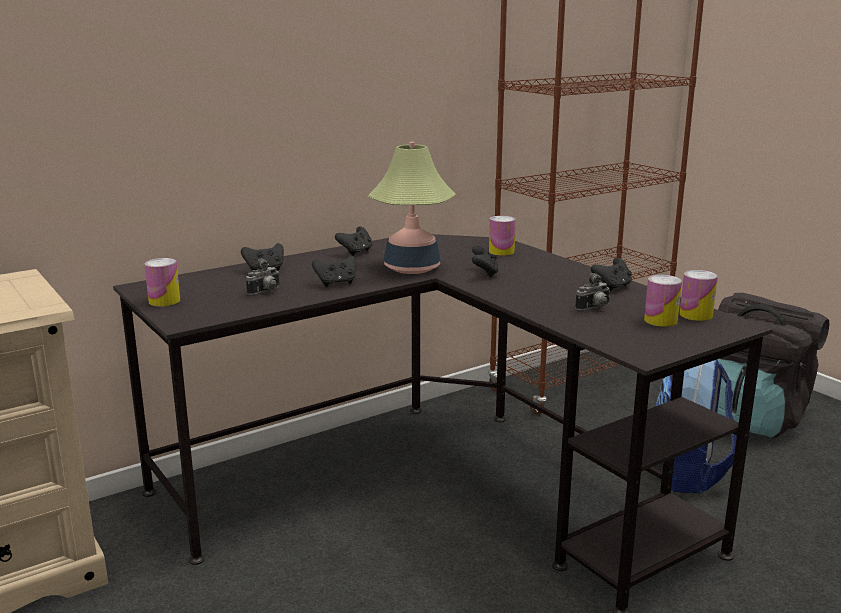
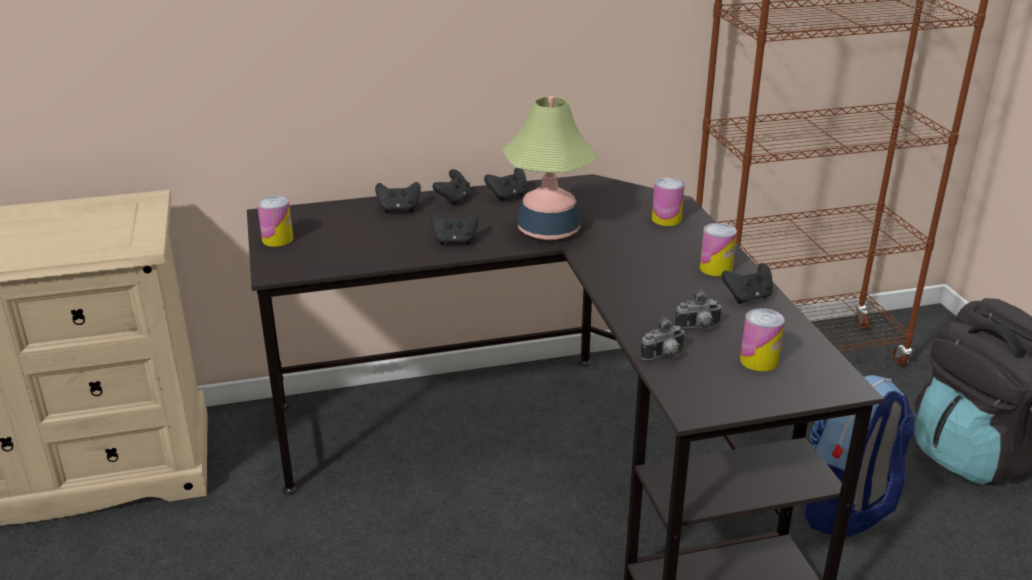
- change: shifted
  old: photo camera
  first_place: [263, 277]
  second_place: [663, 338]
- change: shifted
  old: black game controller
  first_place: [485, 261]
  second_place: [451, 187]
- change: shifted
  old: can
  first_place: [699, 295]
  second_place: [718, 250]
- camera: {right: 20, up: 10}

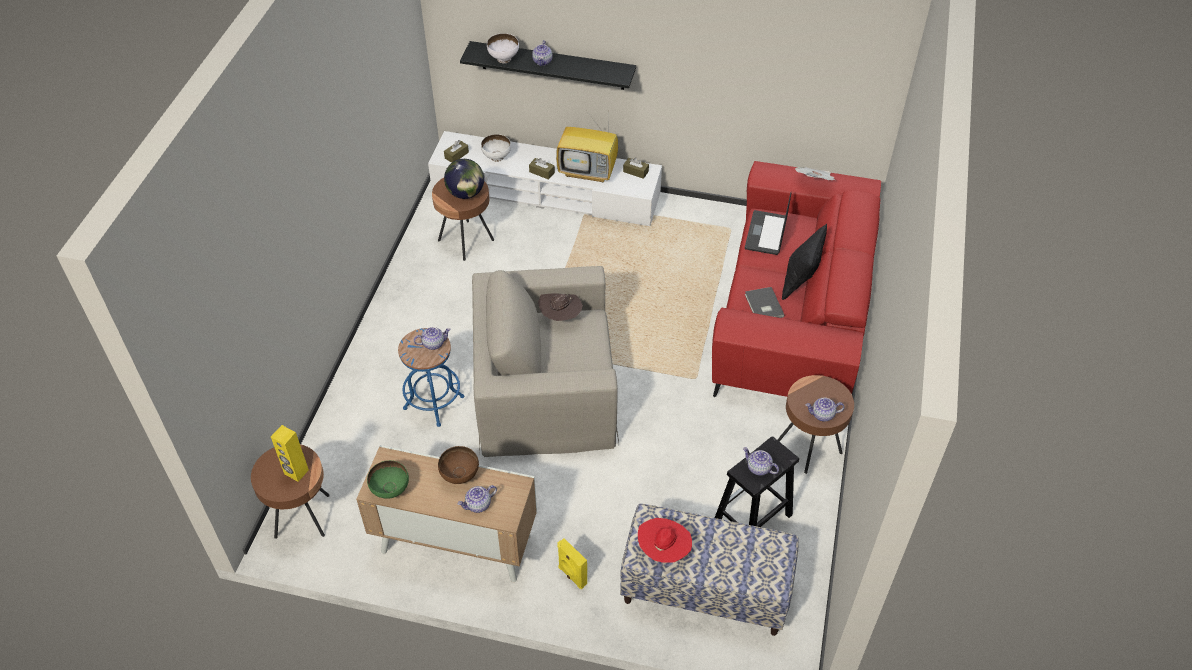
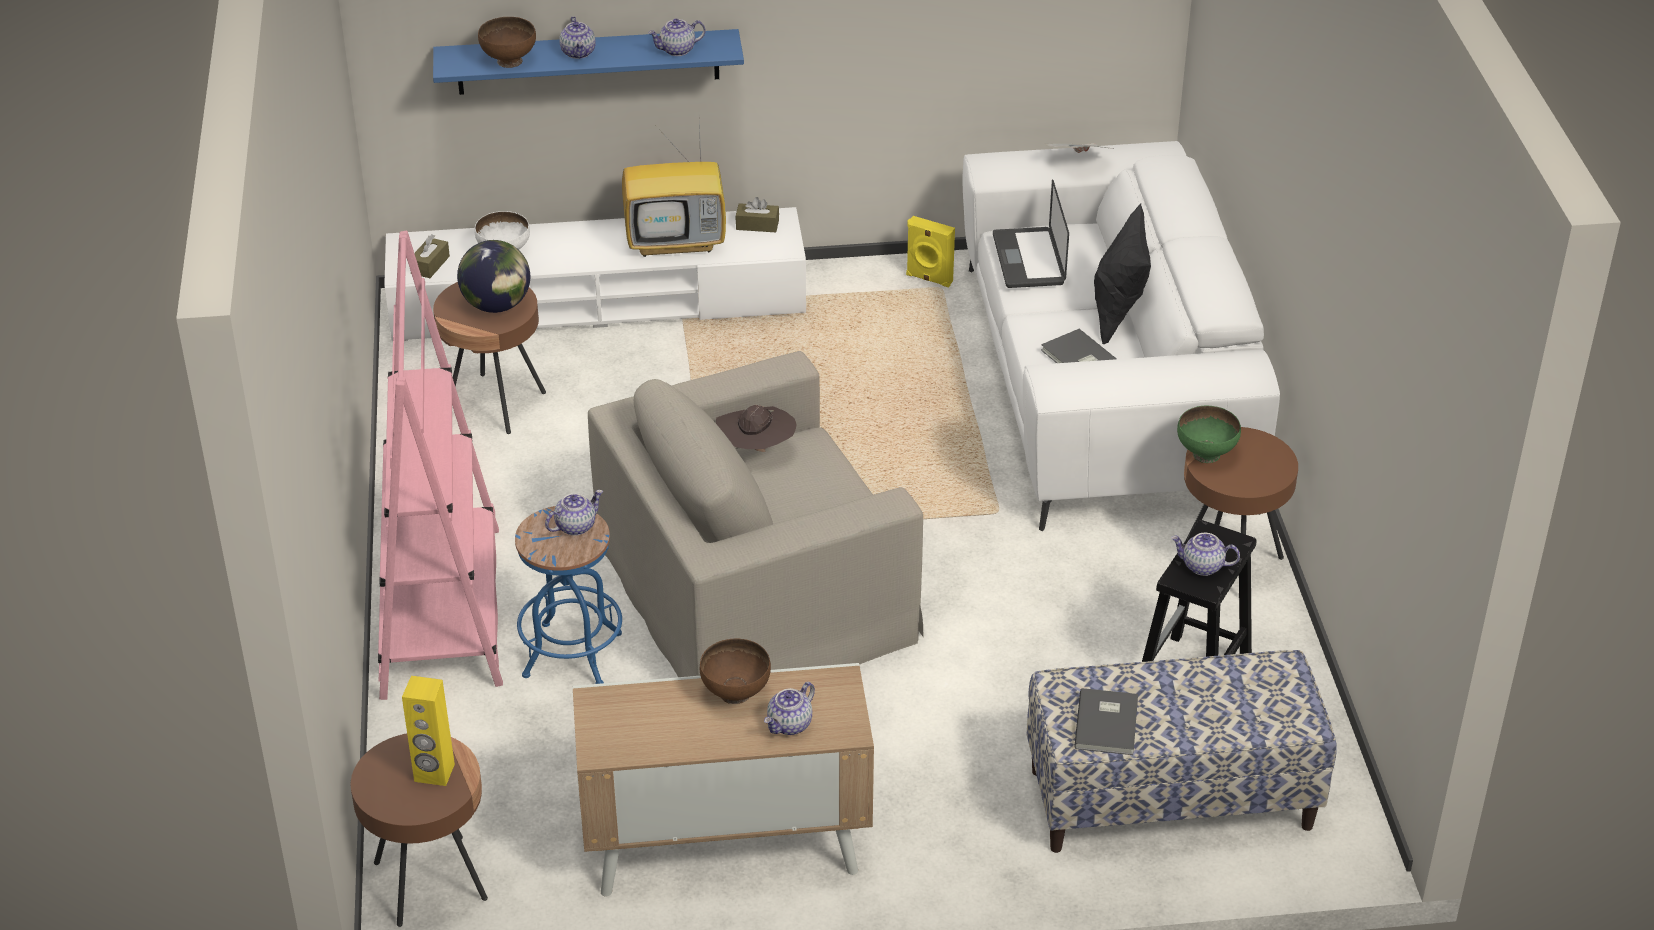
- change: gone
  old: brown tissue box
  first_place: [542, 169]
- change: new
  new: pink bookcase
  second_place: [440, 465]
- change: shifted
  old: green bowl
  first_place: [388, 479]
  second_place: [1209, 434]
- change: shifted
  old: yellow speaker
  first_place: [572, 563]
  second_place: [930, 251]
- change: shifted
  old: teapot
  first_place: [825, 410]
  second_place: [676, 37]
- change: swapped
  old: red hat
  new: grey book
  first_place: [665, 540]
  second_place: [1106, 721]
- change: repainted
  old: black shelf
  new: blue shelf
  first_place: [548, 65]
  second_place: [588, 62]
- change: repainted
  old: white bowl
  new: brown bowl
  first_place: [503, 48]
  second_place: [507, 42]
- change: repainted
  old: red sofa
  new: white sofa
  first_place: [796, 279]
  second_place: [1121, 336]
- camera: {right: -20, up: -10}

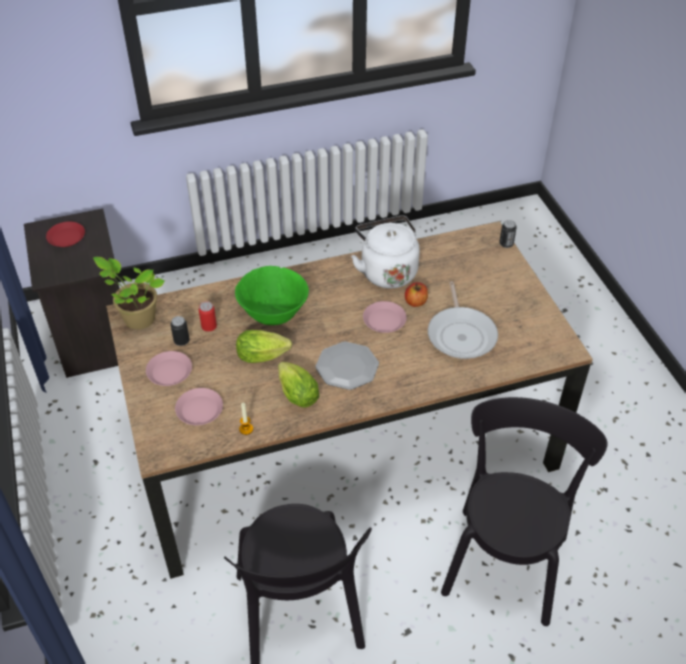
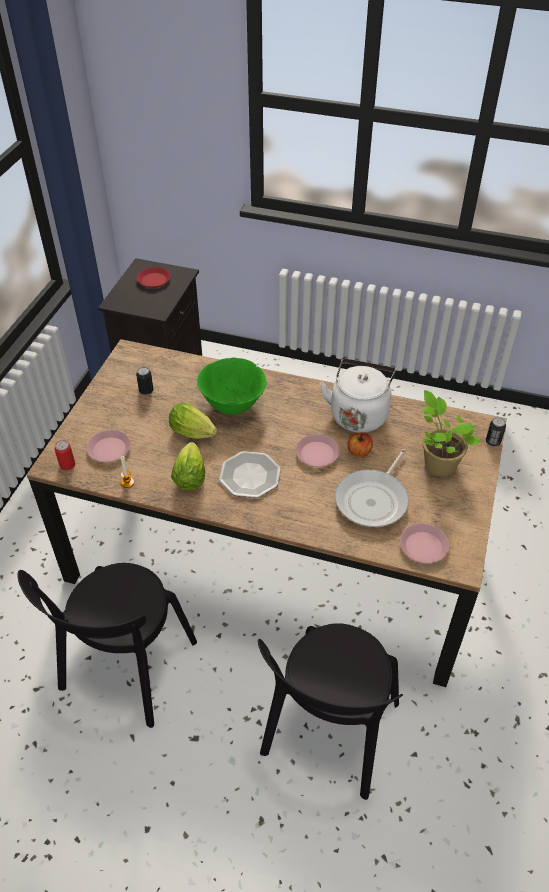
- change: shifted
  old: potted plant
  first_place: [129, 293]
  second_place: [452, 433]
- change: shifted
  old: pink plate
  first_place: [169, 368]
  second_place: [424, 543]
- change: shifted
  old: can
  first_place: [208, 316]
  second_place: [65, 455]
- change: rotated
  old: black chair
  first_place: [524, 511]
  second_place: [330, 711]
  degrees: 150
- camera: {right: 35, up: 0}

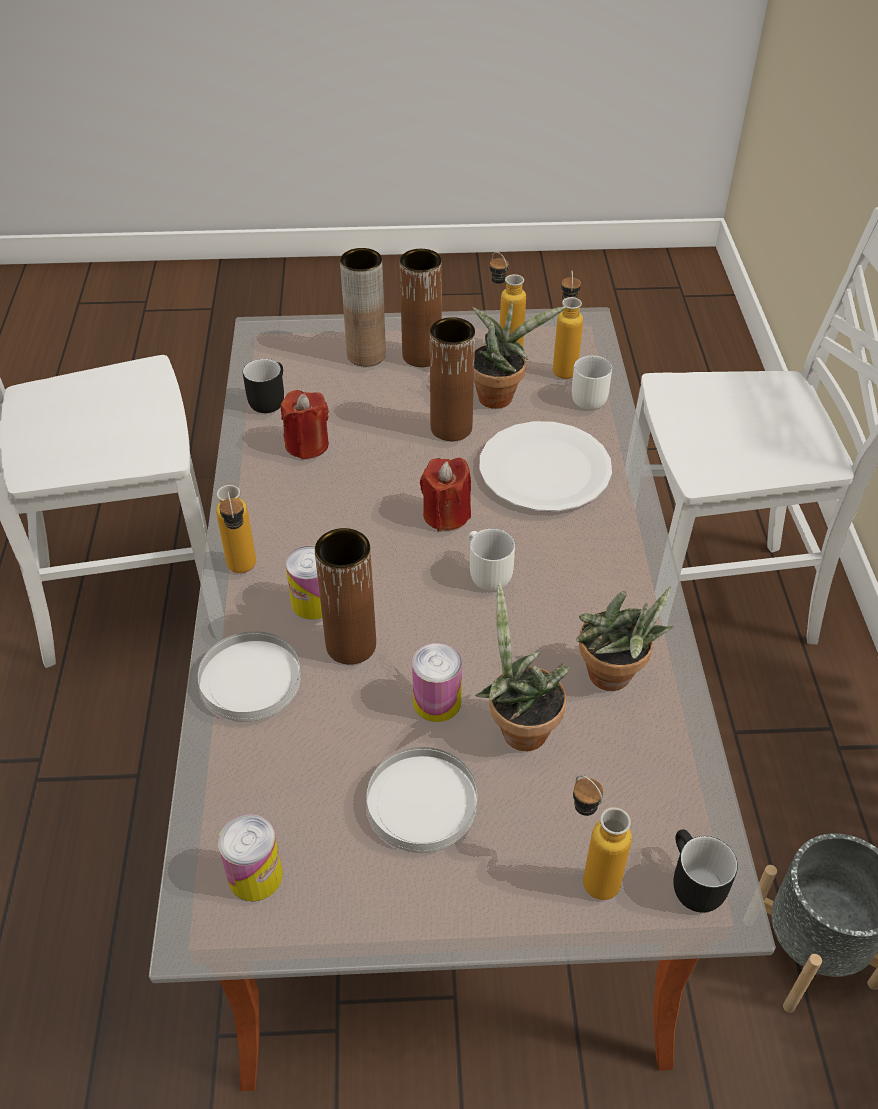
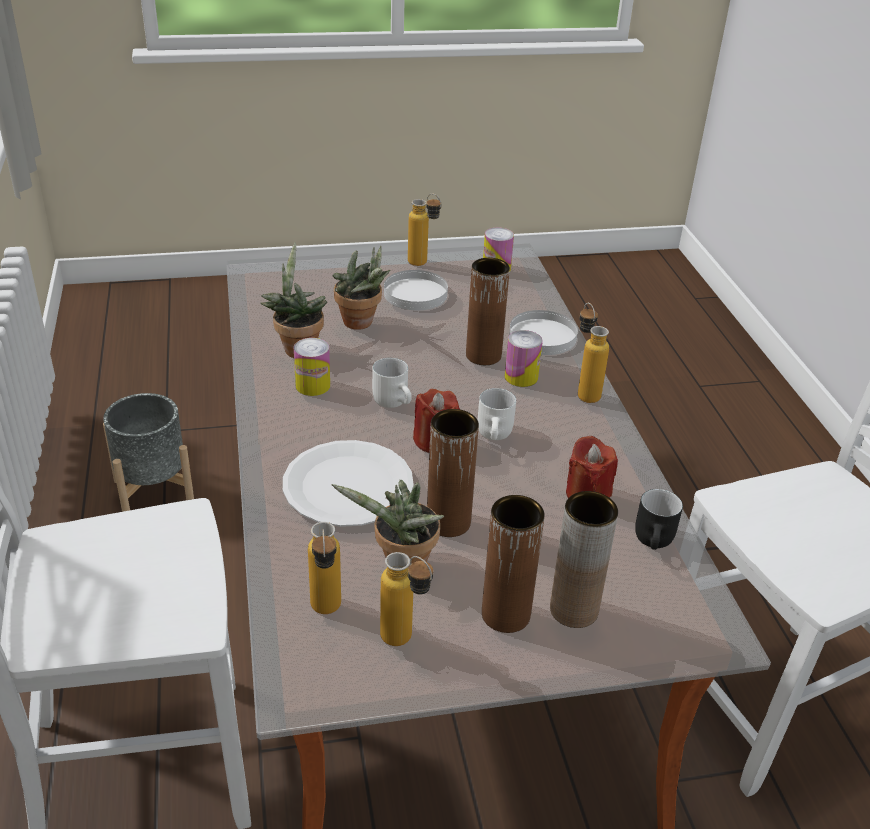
- change: gone
  old: black mug
  first_place: [706, 871]
- change: shifted
  old: can
  first_place: [437, 682]
  second_place: [312, 367]
- change: shifted
  old: white mug
  first_place: [592, 382]
  second_place: [497, 414]
- change: shifted
  old: bottle
  first_place: [602, 837]
  second_place: [424, 229]
- camera: {right: 170, up: -10}

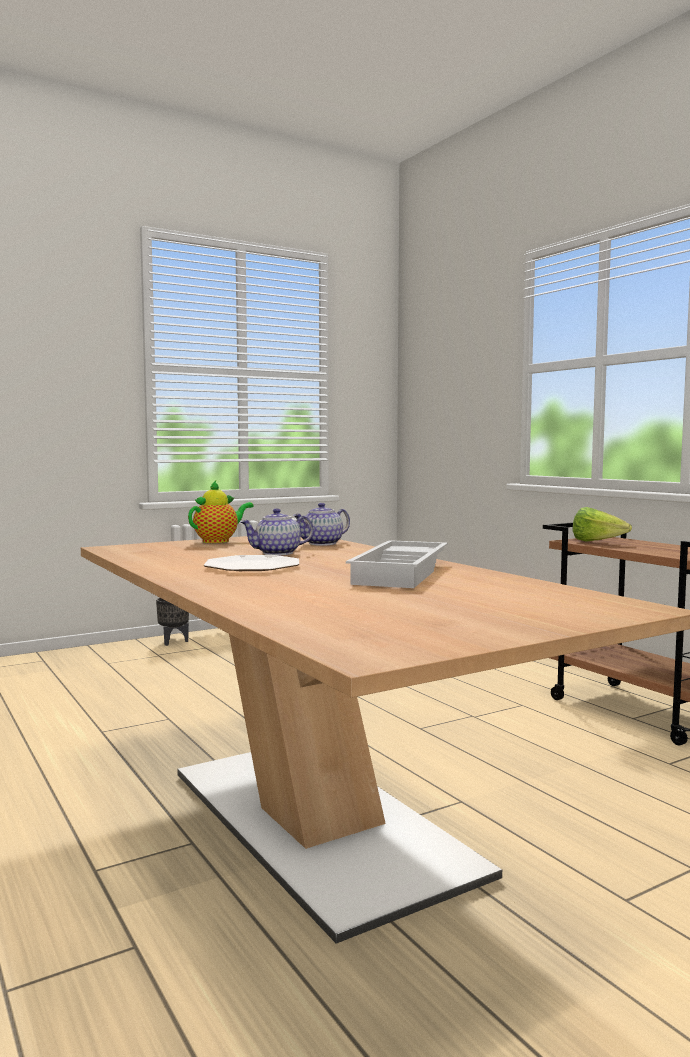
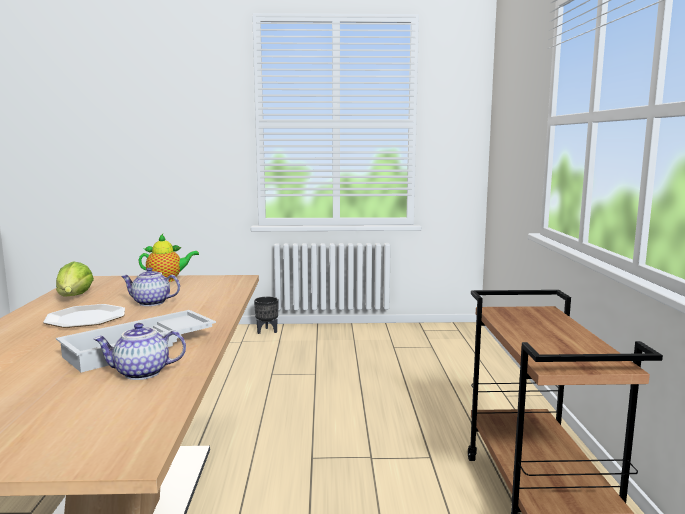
- change: shifted
  old: teapot
  first_place: [321, 524]
  second_place: [139, 351]
- change: shifted
  old: lettuce
  first_place: [602, 524]
  second_place: [75, 279]
- camera: {right: 30, up: 5}

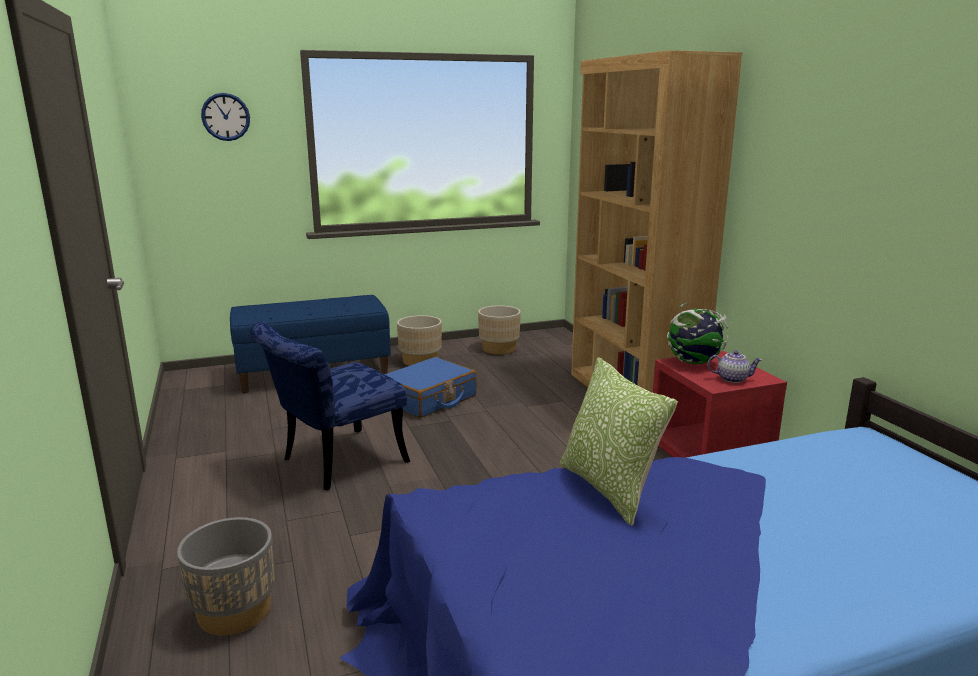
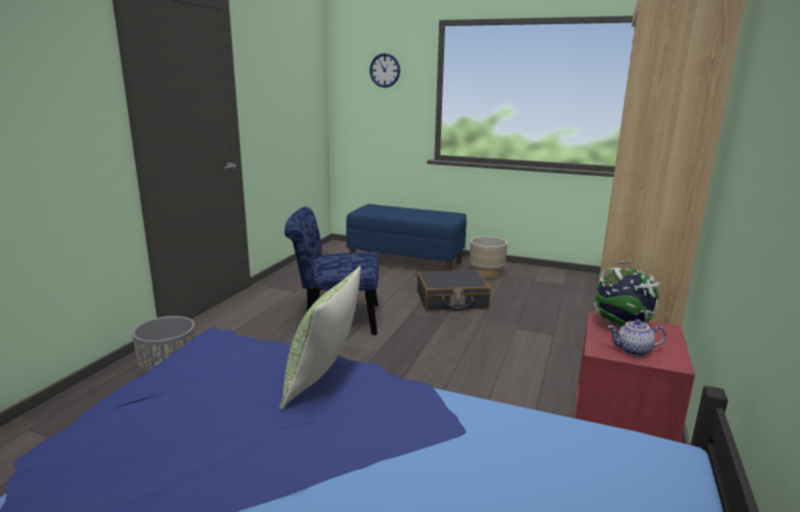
- change: gone
  old: beige planter
  first_place: [499, 330]
- change: repainted
  old: blue suitcase
  new: black suitcase
  first_place: [430, 387]
  second_place: [454, 290]
- change: rotated
  old: teapot
  first_place: [734, 366]
  second_place: [637, 337]
  degrees: 135
- camera: {right: 40, up: 0}

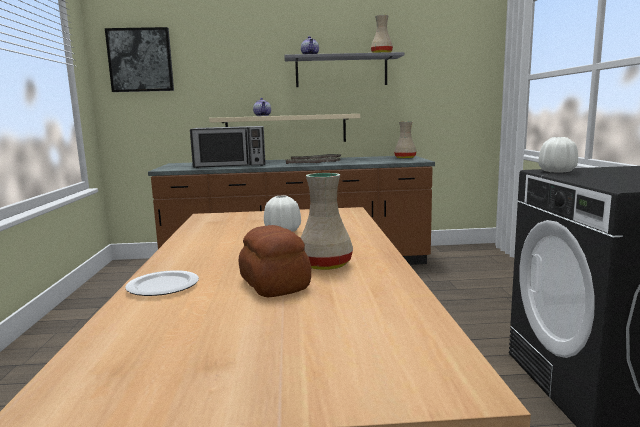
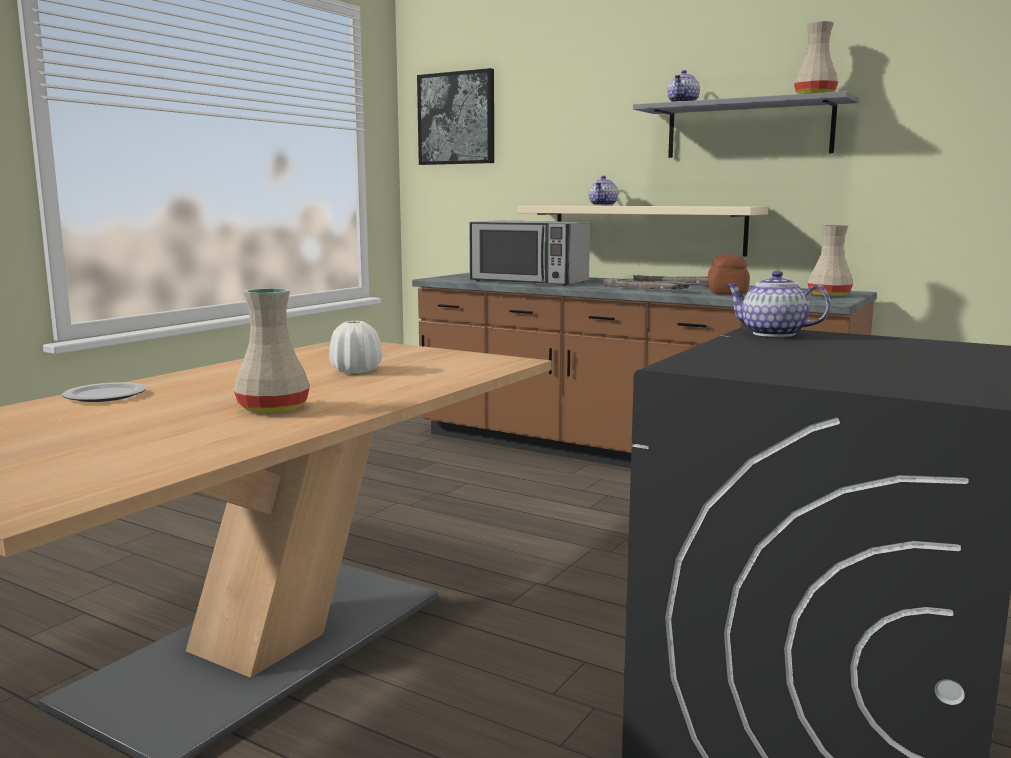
- change: shifted
  old: bread
  first_place: [275, 261]
  second_place: [729, 274]
- change: swapped
  old: white vase
  new: teapot
  first_place: [558, 155]
  second_place: [778, 304]
- camera: {right: 35, up: 0}

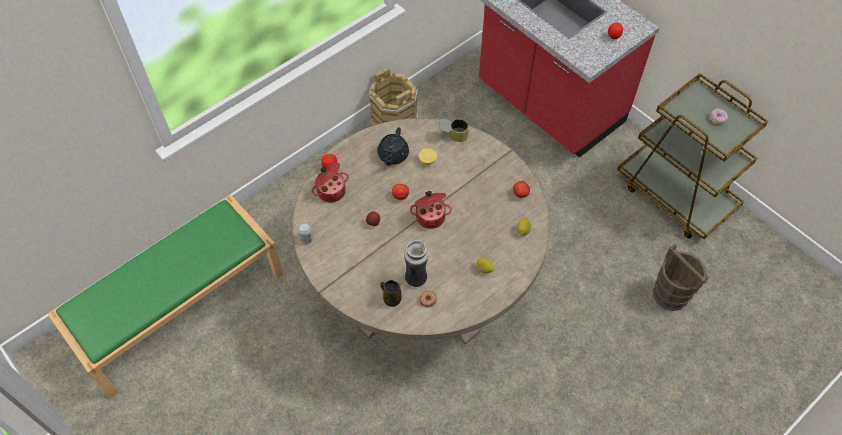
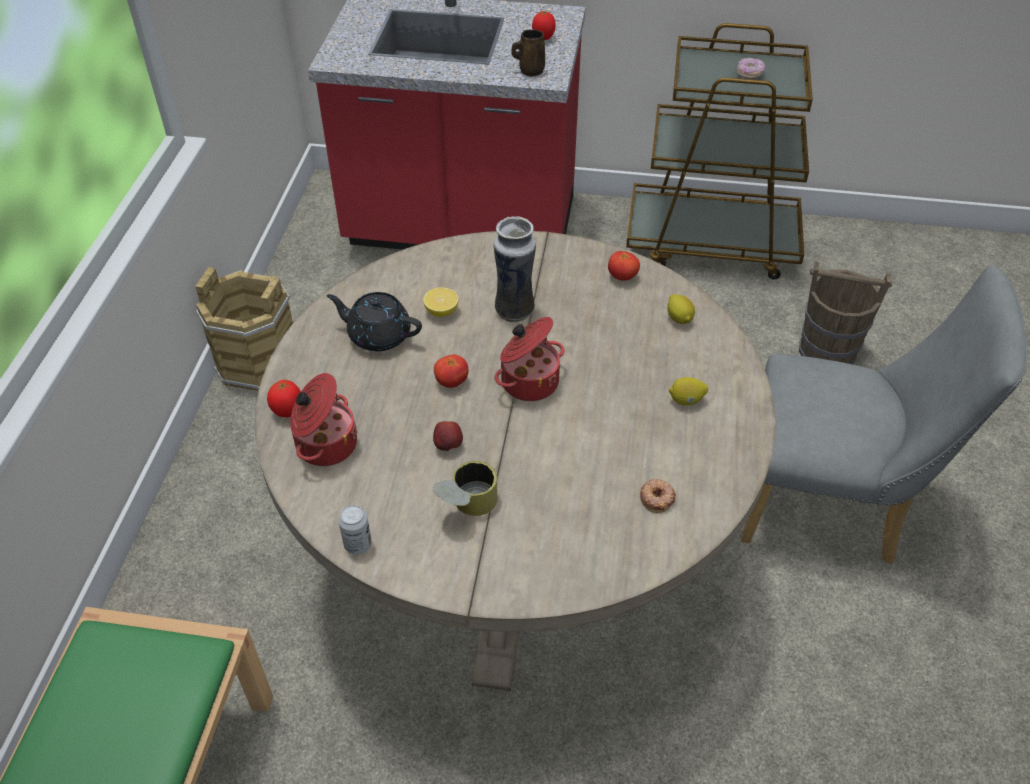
- change: new
  new: grey chair
  second_place: [884, 414]
- change: shifted
  old: brown mug
  first_place: [391, 293]
  second_place: [528, 53]
- change: shifted
  old: vase
  first_place: [416, 263]
  second_place: [515, 269]
- change: shifted
  old: can
  first_place: [454, 130]
  second_place: [465, 488]
- change: rotated
  old: black teapot
  first_place: [393, 147]
  second_place: [374, 321]
  degrees: 135
- camera: {right: -40, up: -10}

